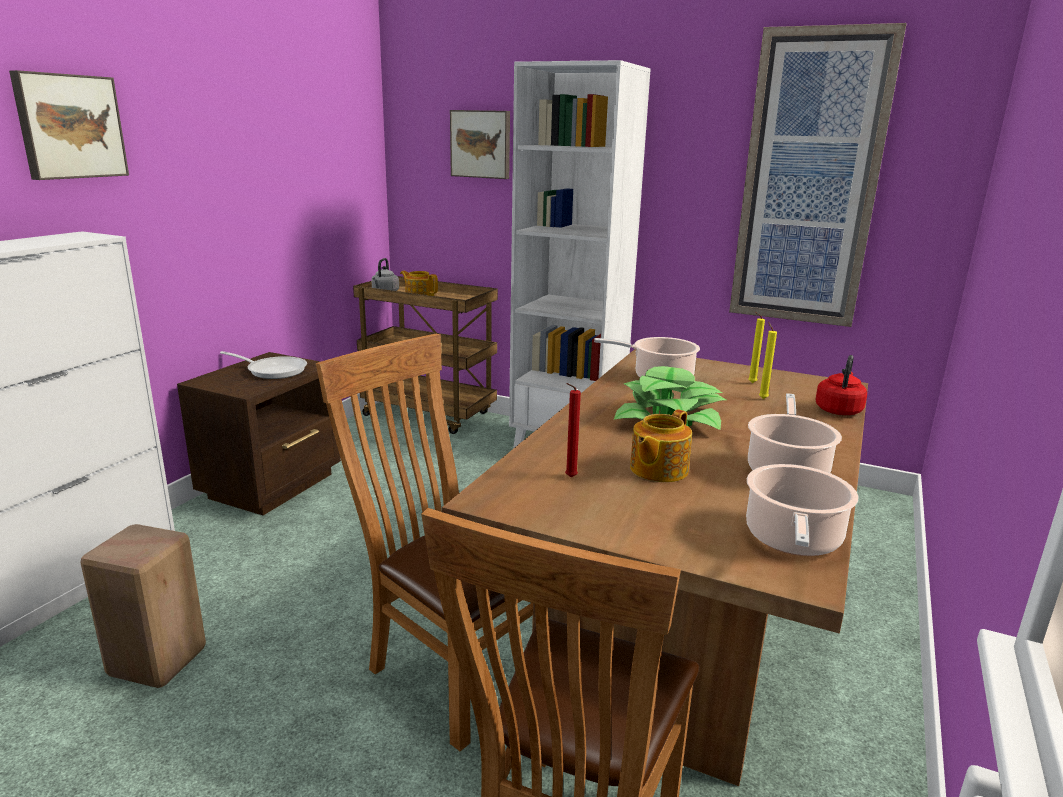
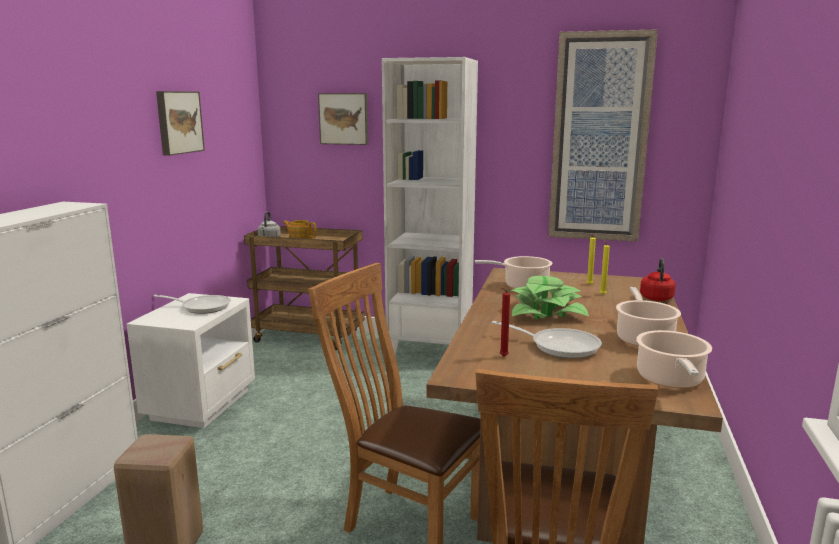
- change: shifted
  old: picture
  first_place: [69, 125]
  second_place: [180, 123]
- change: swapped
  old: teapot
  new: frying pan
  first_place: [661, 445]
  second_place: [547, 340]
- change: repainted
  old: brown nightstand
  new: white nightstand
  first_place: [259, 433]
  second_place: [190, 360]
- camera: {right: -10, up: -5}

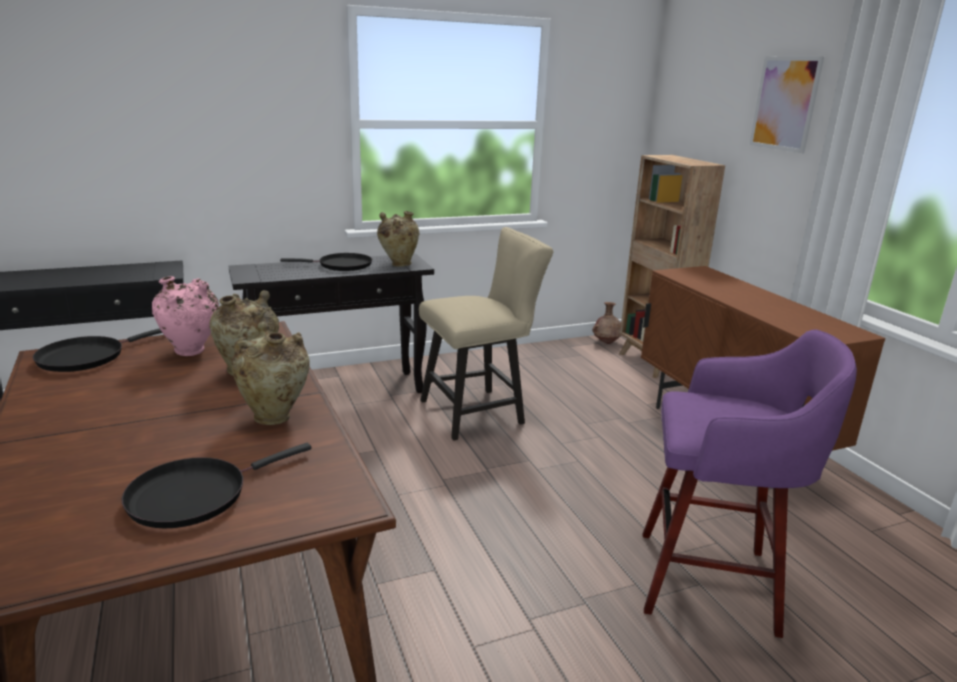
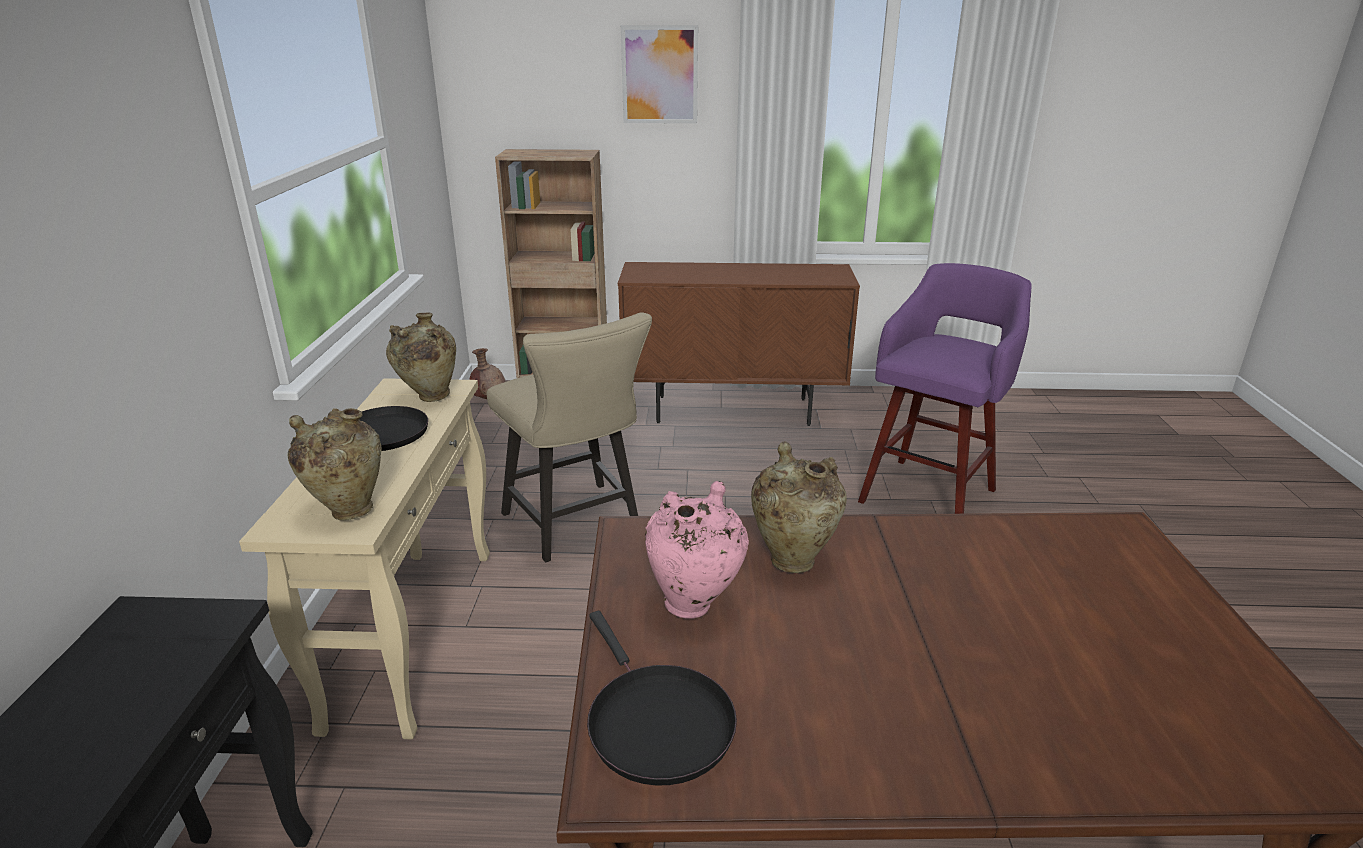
- change: gone
  old: black frying pan
  first_place: [217, 485]
- change: shifted
  old: beige vase
  first_place: [270, 373]
  second_place: [334, 464]
- change: repainted
  old: black console table
  new: beige console table
  first_place: [331, 323]
  second_place: [364, 558]
- change: rotated
  old: beige chair
  first_place: [486, 334]
  second_place: [569, 437]
  degrees: 150
- camera: {right: -65, up: 5}

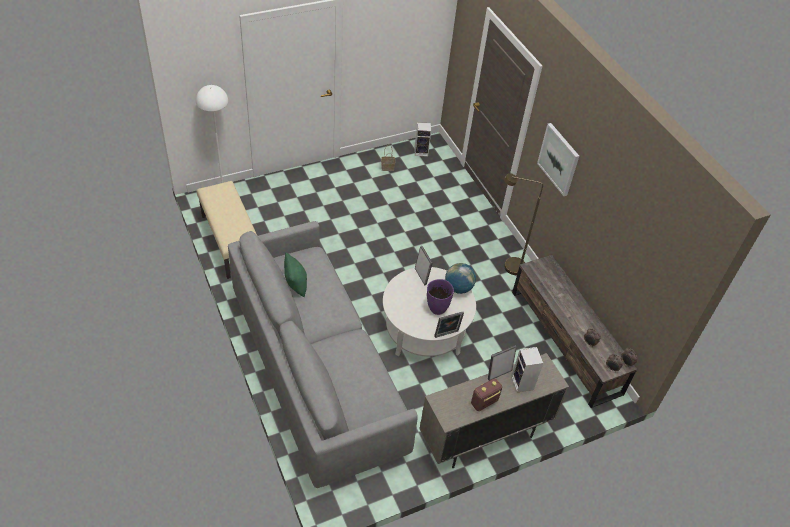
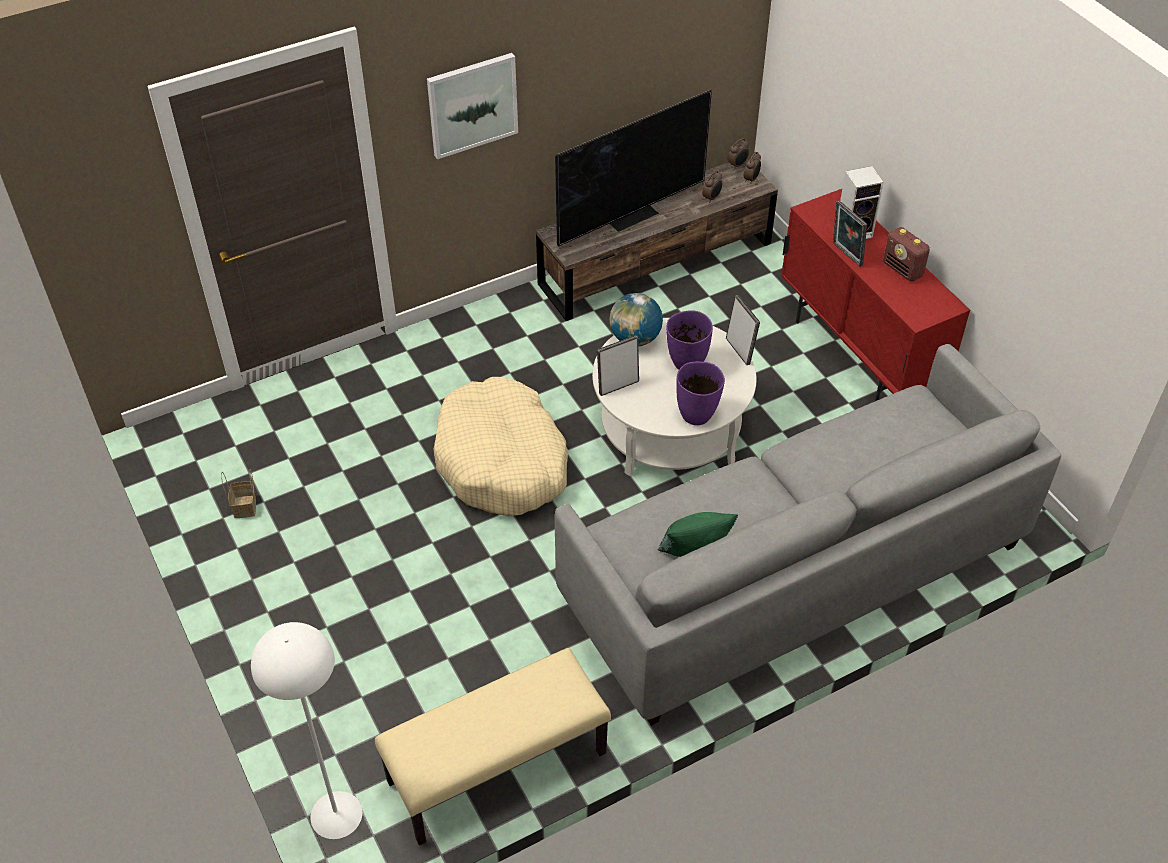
- change: gone
  old: speaker
  first_place: [423, 139]
- change: gone
  old: brown floor lamp
  first_place: [523, 224]
- change: new
  new: beige dog bed
  second_place: [500, 446]
- change: new
  new: television
  second_place: [633, 168]
- change: new
  new: purple vase
  second_place: [700, 393]
- change: repainted
  old: beige cabinet
  new: red cabinet
  first_place: [494, 410]
  second_place: [875, 295]
- camera: {right: -90, up: 0}

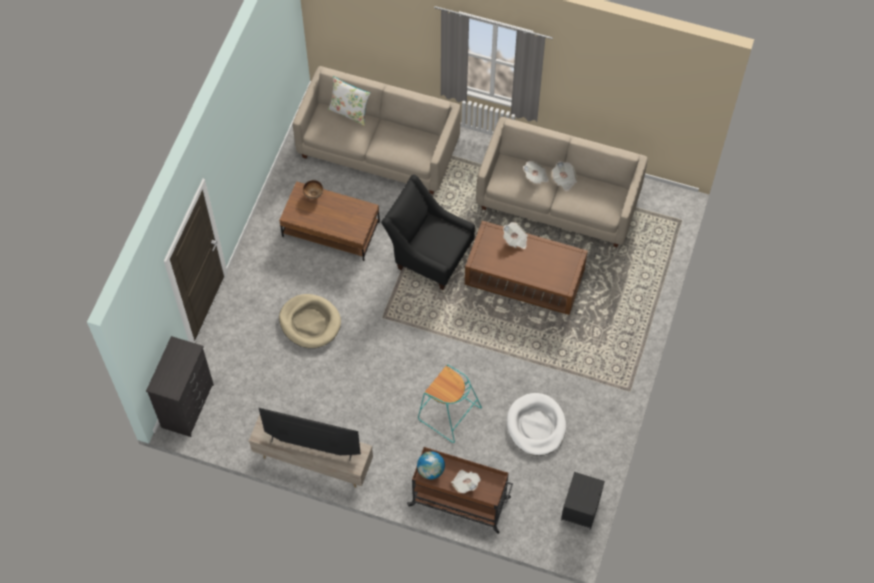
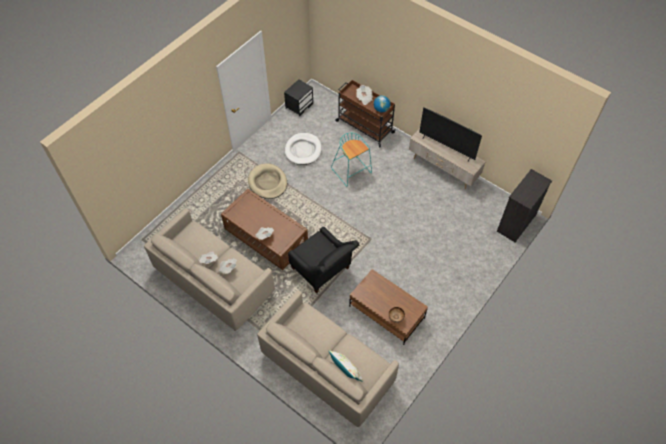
- change: shifted
  old: beige dog bed
  first_place: [310, 321]
  second_place: [267, 181]
- camera: {right: -160, up: -5}

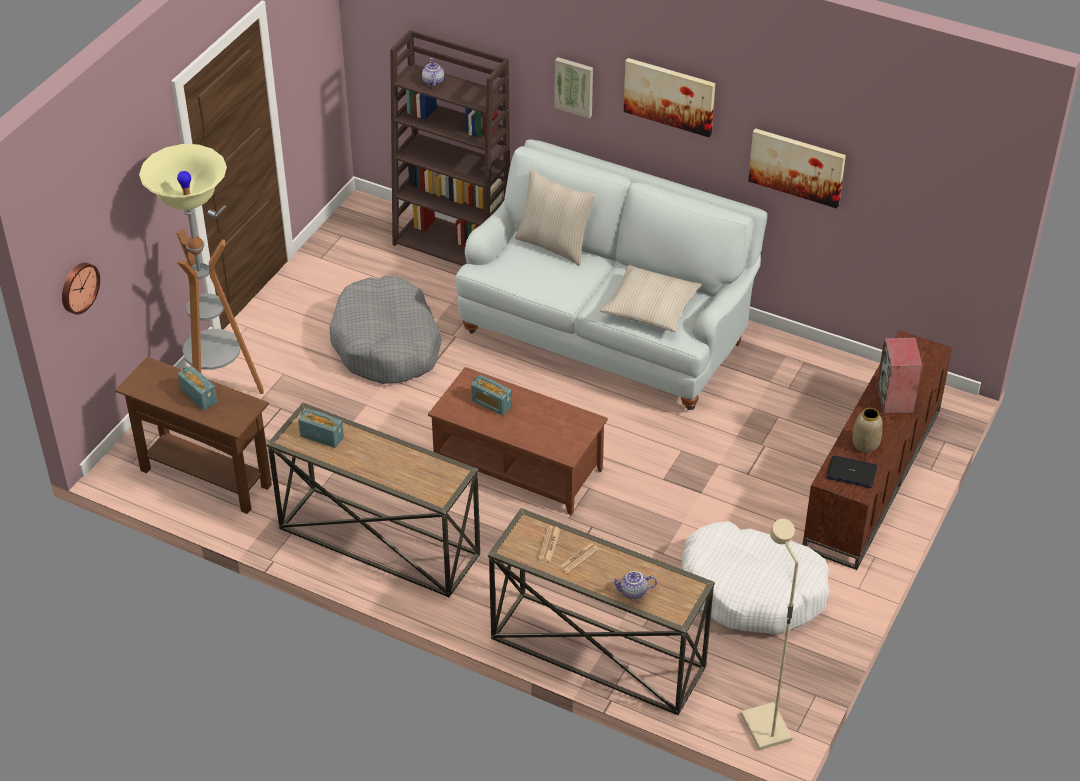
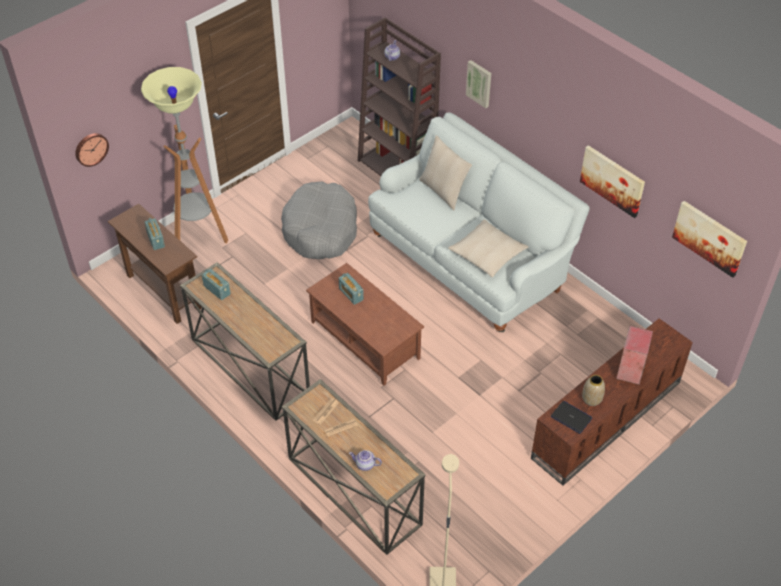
- change: gone
  old: white dog bed
  first_place: [756, 577]
- change: shifted
  old: picture
  first_place: [669, 97]
  second_place: [709, 239]
- camera: {right: 20, up: 5}

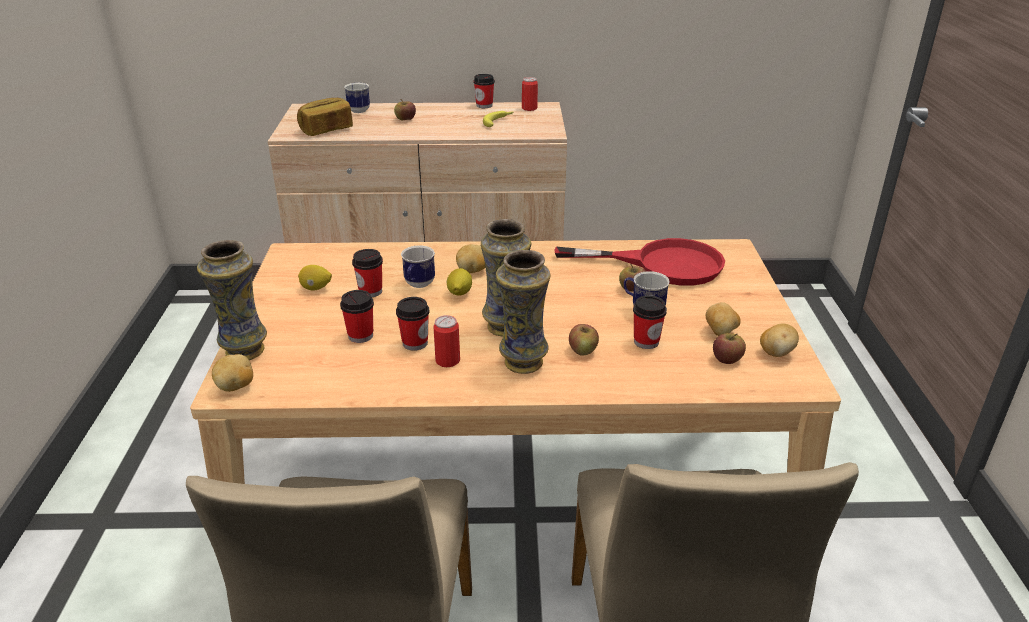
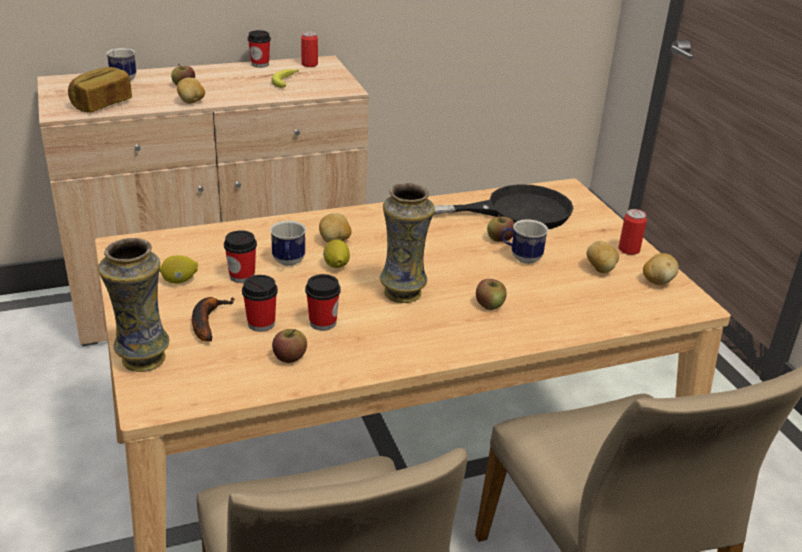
- change: gone
  old: vase
  first_place: [523, 312]
- change: gone
  old: cup
  first_place: [650, 322]
- change: new
  new: banana
  second_place: [213, 319]
- change: shifted
  old: potato
  first_place: [232, 373]
  second_place: [191, 90]
- change: shifted
  old: can
  first_place: [446, 341]
  second_place: [632, 232]
- change: shifted
  old: apple
  first_place: [729, 348]
  second_place: [289, 346]
- change: repainted
  old: red frying pan
  new: black frying pan
  first_place: [640, 262]
  second_place: [503, 206]
- camera: {right: -20, up: 0}

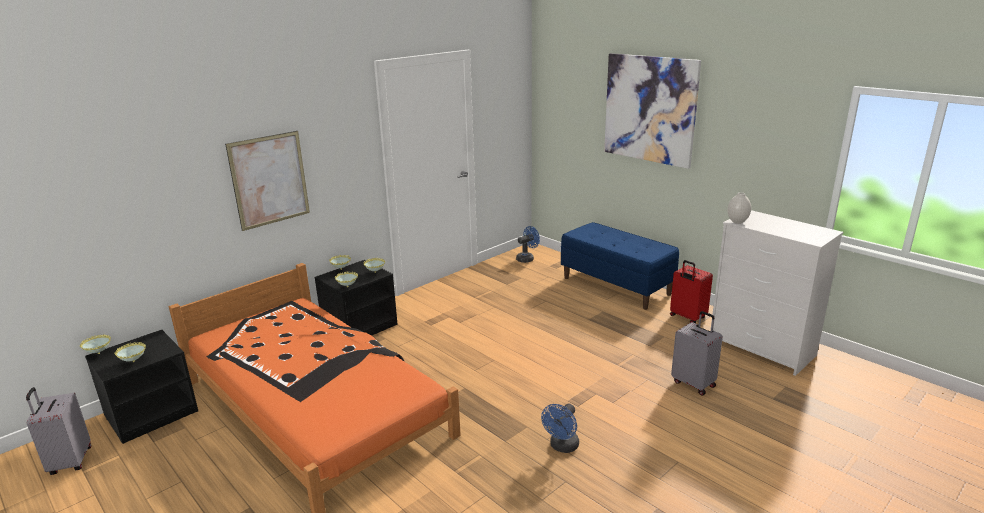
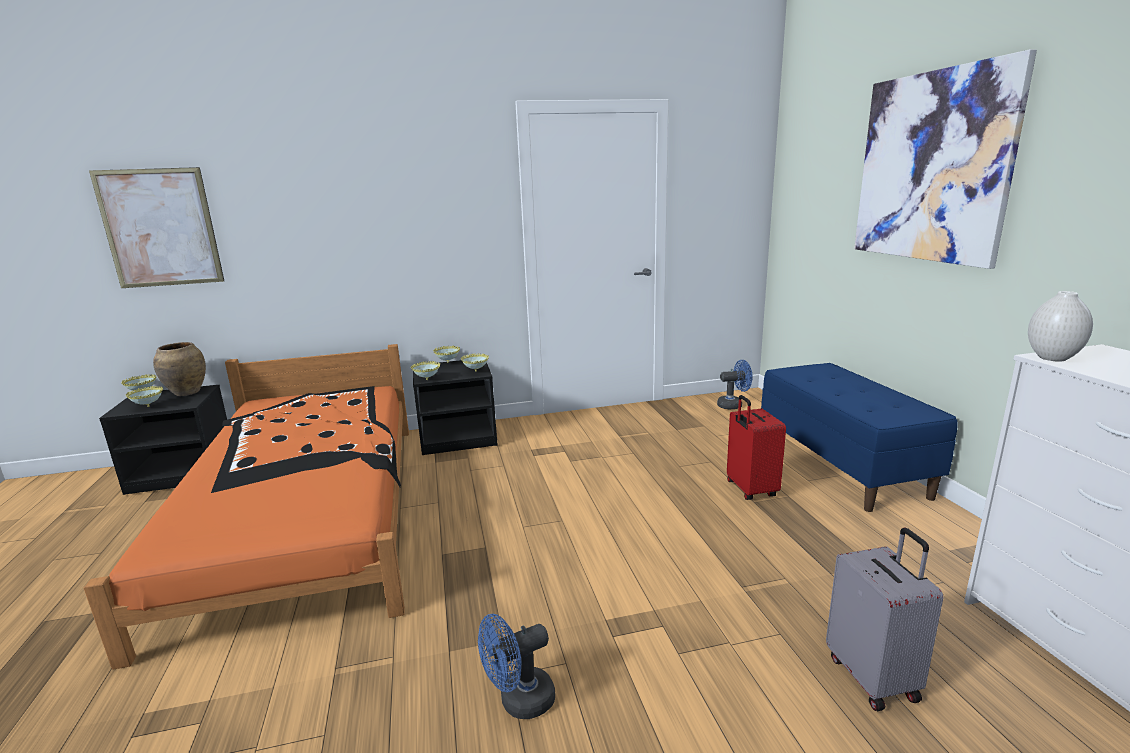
- change: gone
  old: grey suitcase
  first_place: [58, 431]
- change: new
  new: brown vase
  second_place: [179, 369]
- change: shifted
  old: picture
  first_place: [267, 181]
  second_place: [156, 227]
- change: shifted
  old: red suitcase
  first_place: [691, 291]
  second_place: [756, 447]
- camera: {right: 30, up: -5}

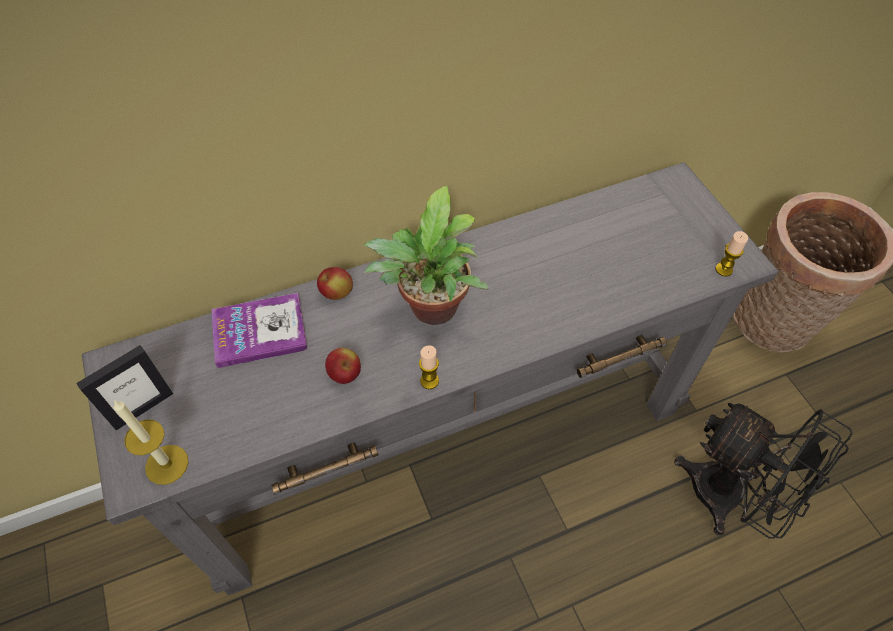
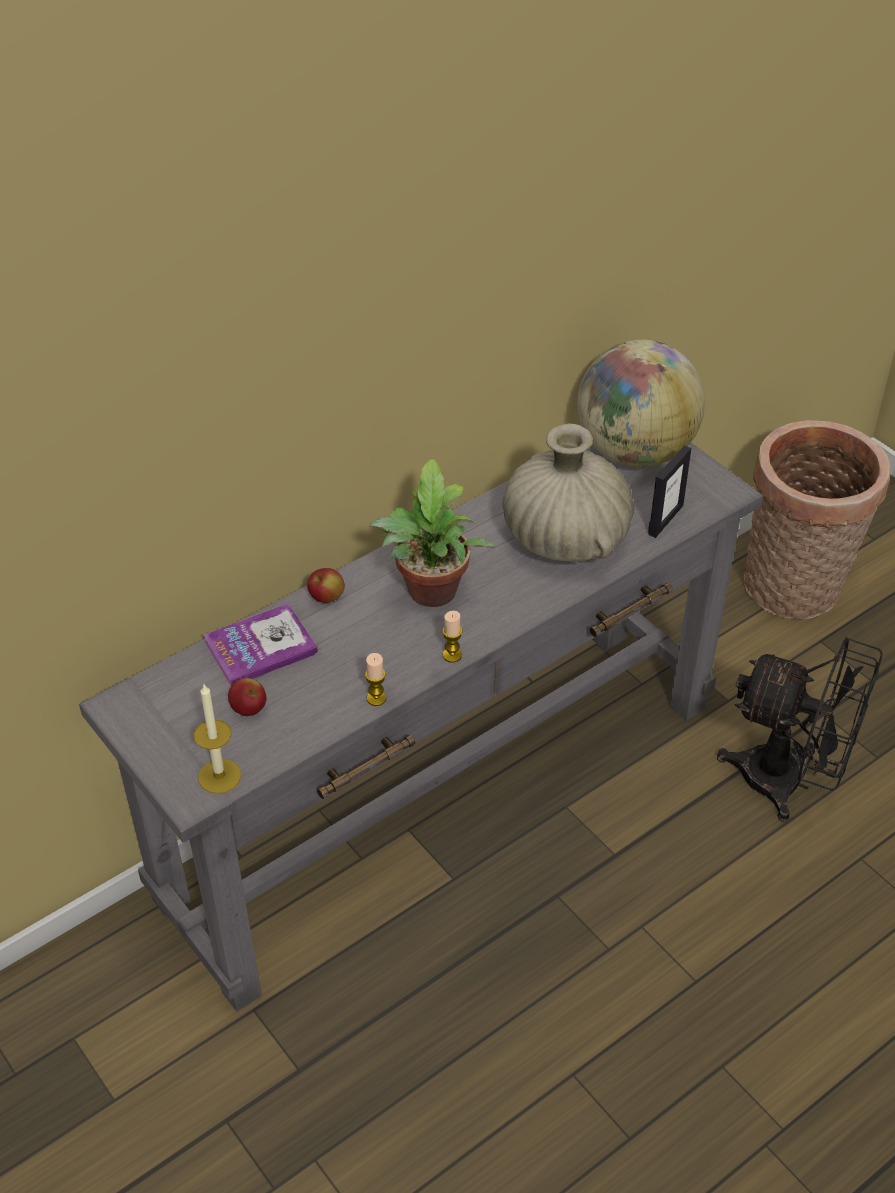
- change: new
  new: beige vase
  second_place: [568, 492]
- change: new
  new: globe
  second_place: [641, 403]
- change: shifted
  old: picture frame
  first_place: [124, 387]
  second_place: [670, 491]
- change: shifted
  old: apple
  first_place: [343, 366]
  second_place: [247, 697]
- change: shifted
  old: candle
  first_place: [731, 254]
  second_place: [375, 679]
- camera: {right: -15, up: -10}

